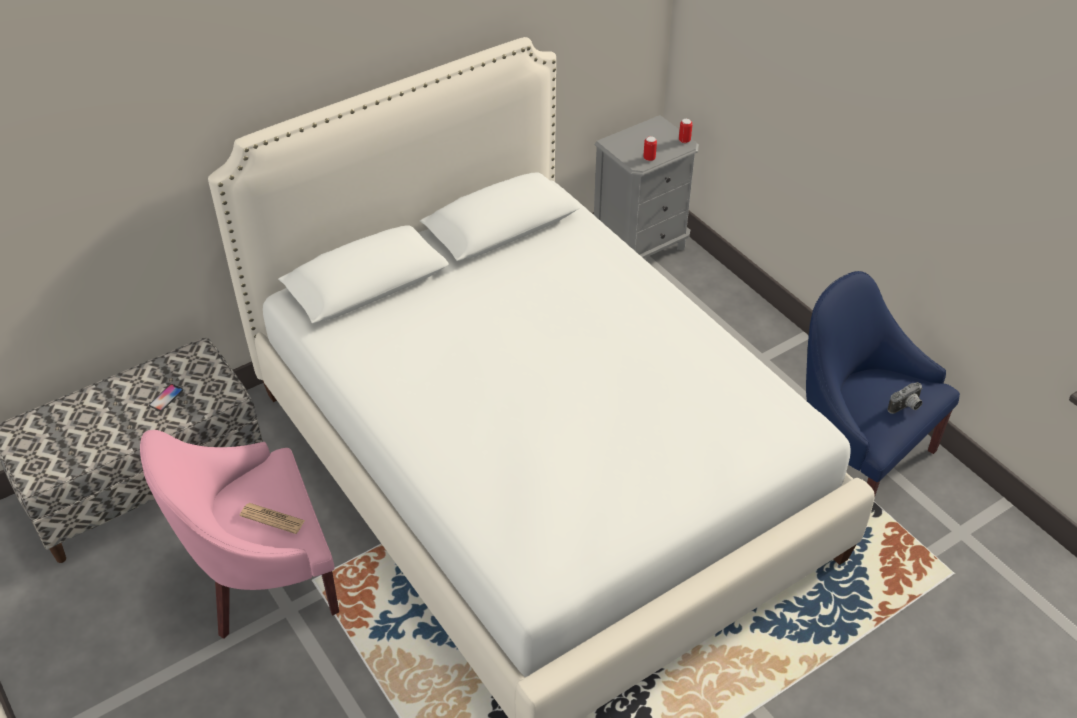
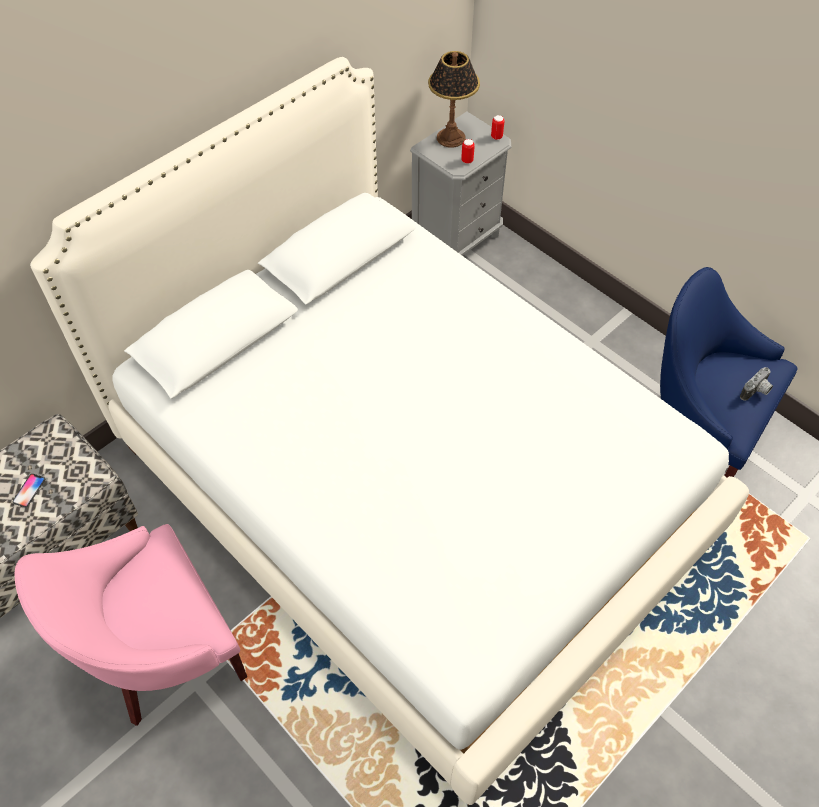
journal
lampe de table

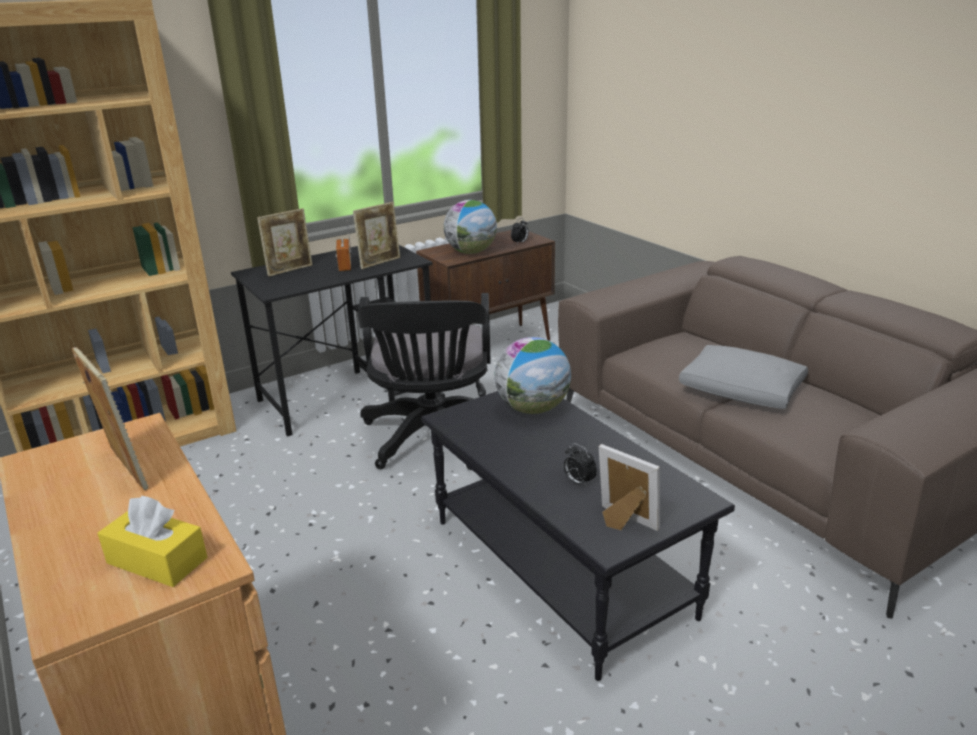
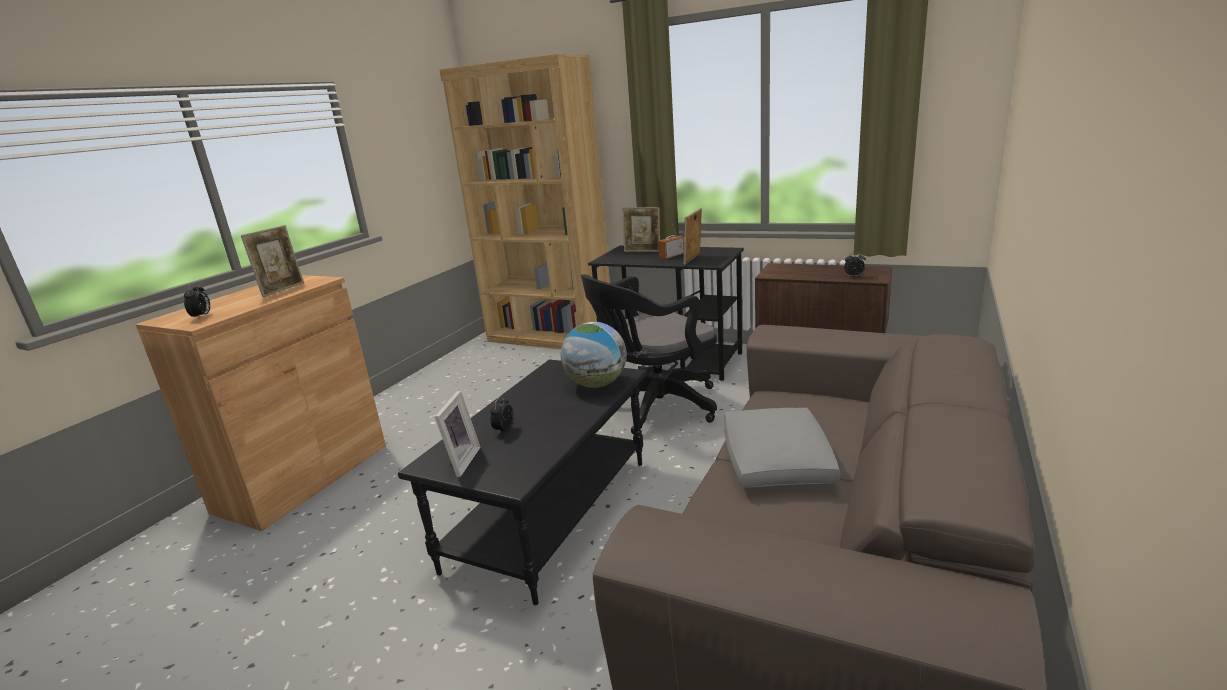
globe (1st from left in the first image)
réveil (1st from left)
cadre photo (4th from left)

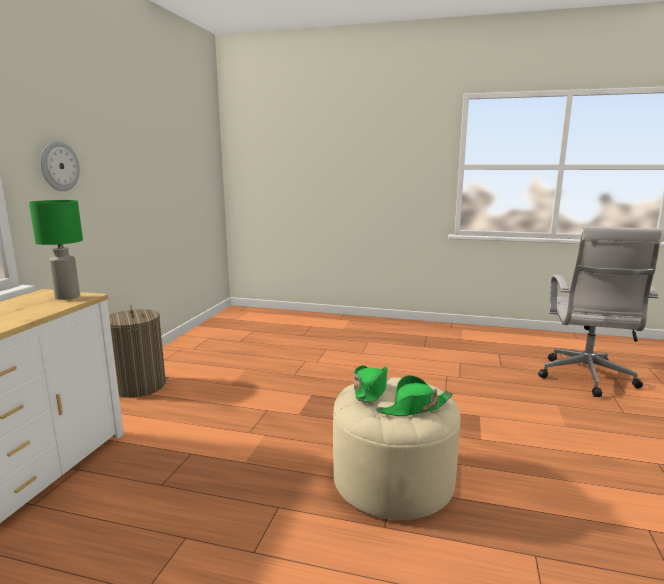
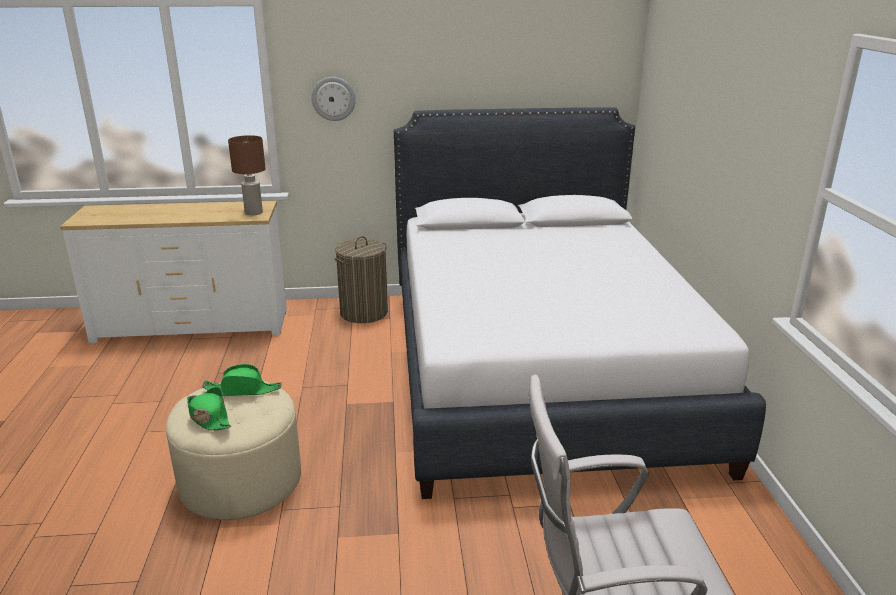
lit (blanc)
lampe de table (marron)

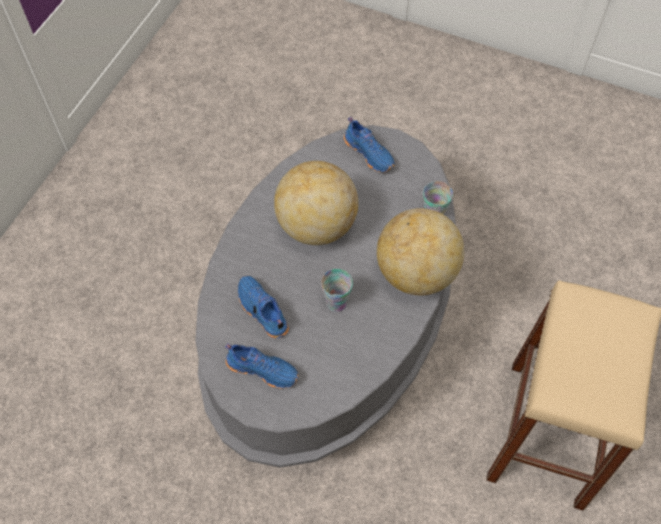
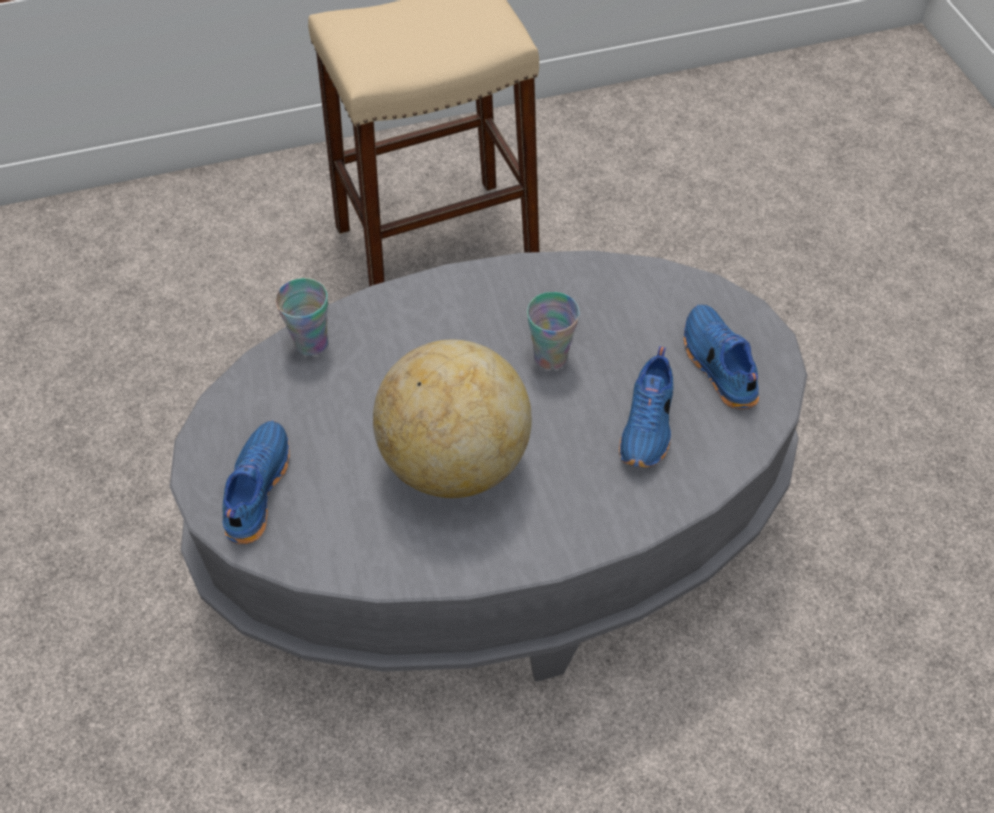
globe (2nd from left in the first image)

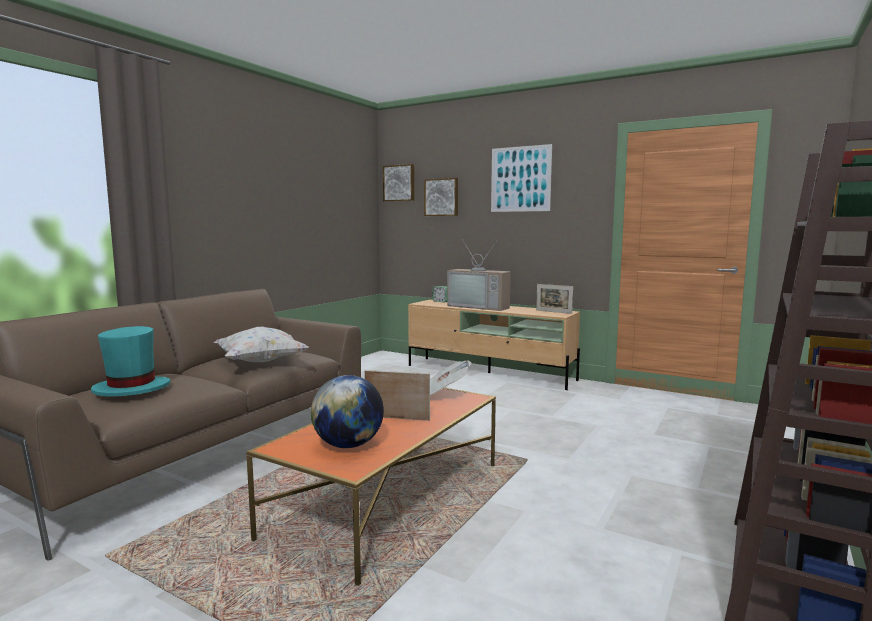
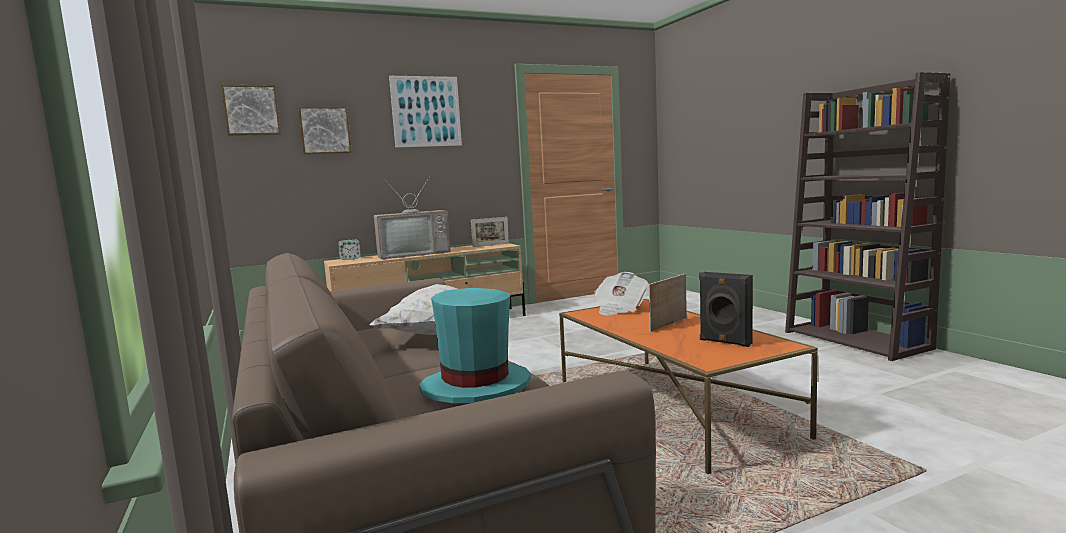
enceinte (noir)

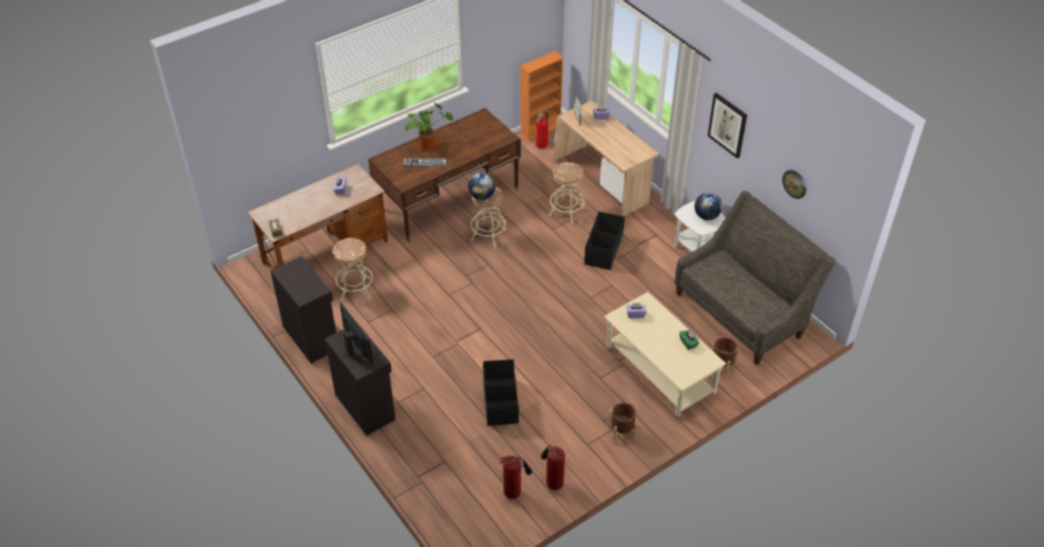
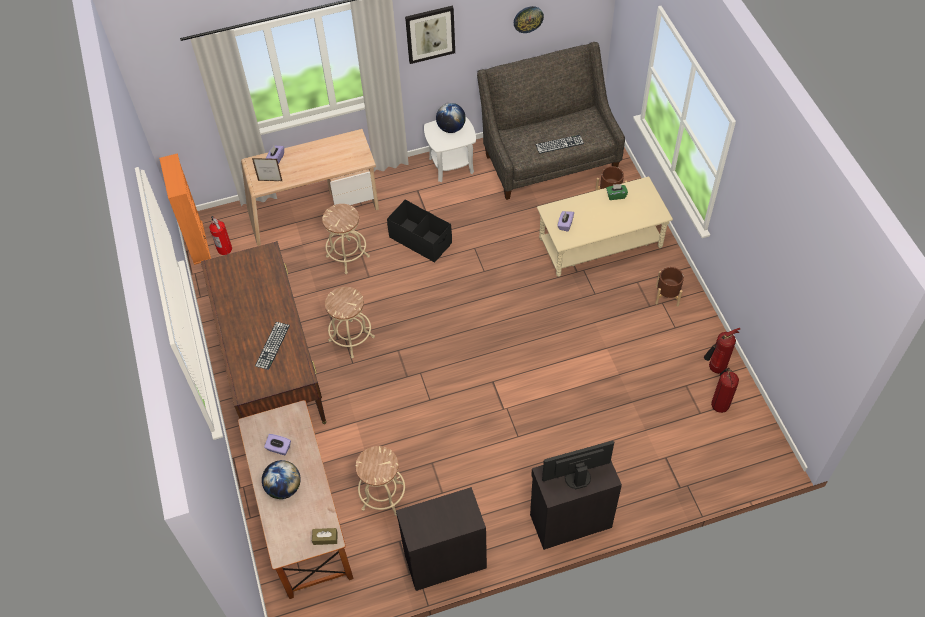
plante en pot
boîte de rangement (noir) (1st from left in the first image)
clavier (2nd from left)
globe (1st from left)

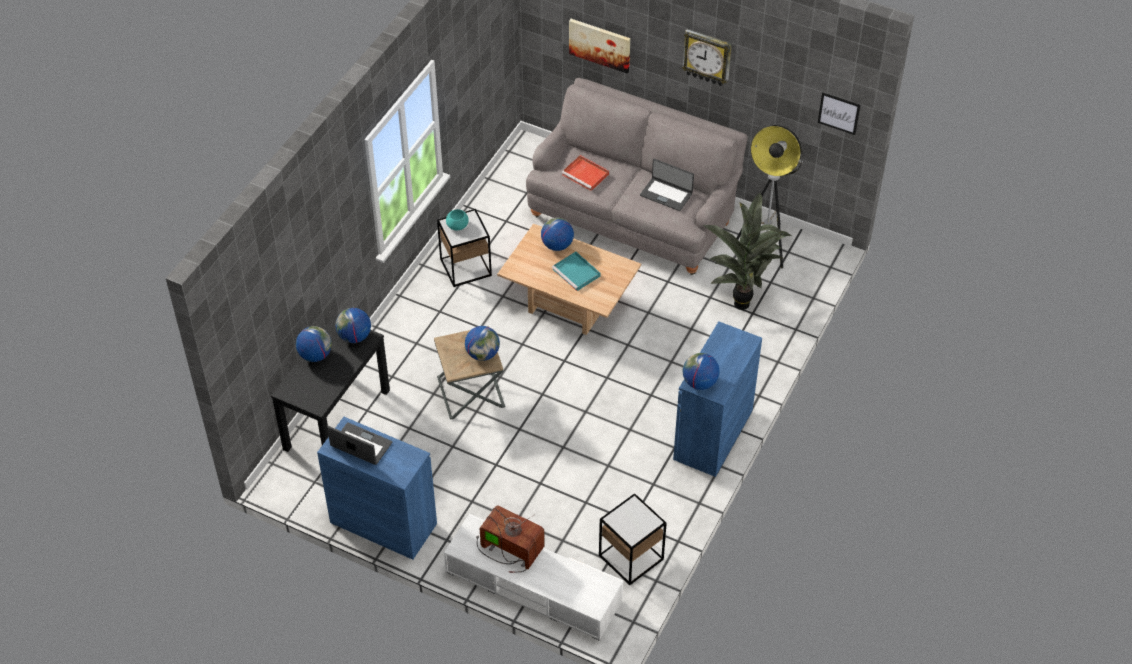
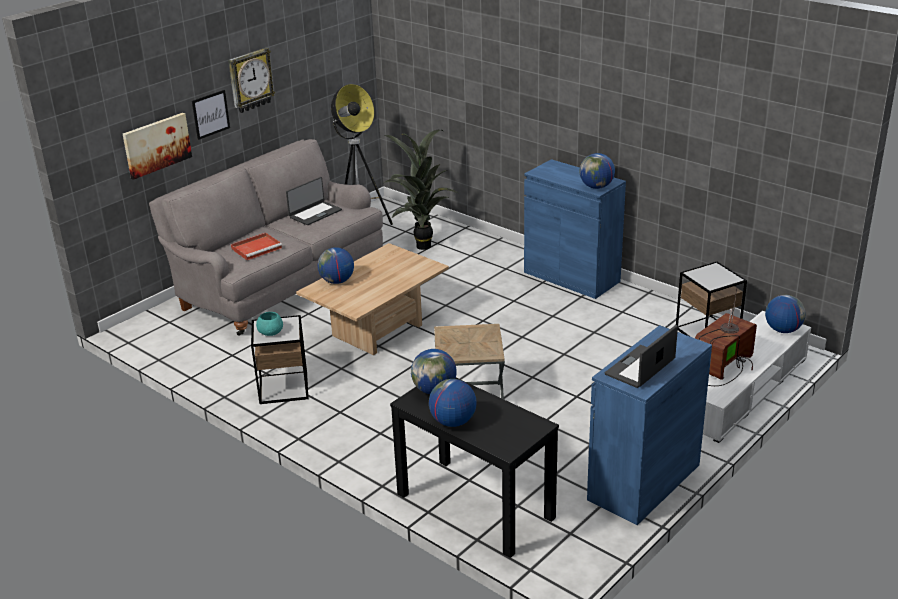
plateau (turquoise)
globe (5th from left)
tableau (2nd from left)

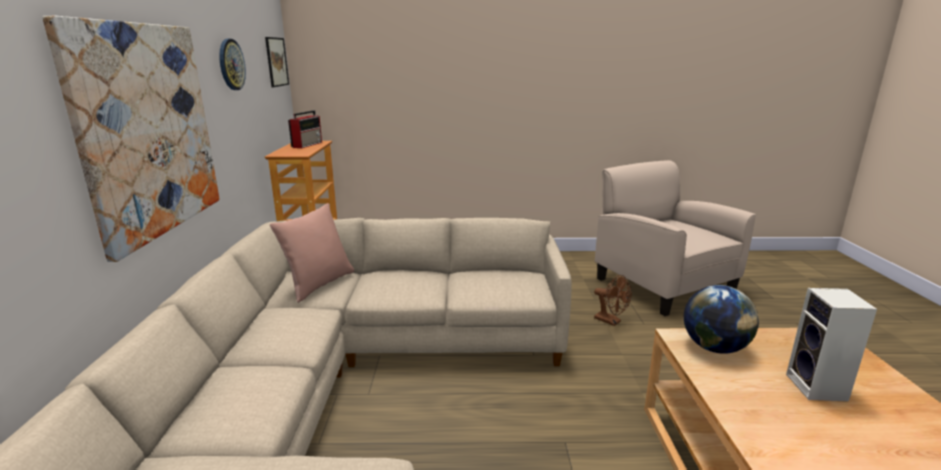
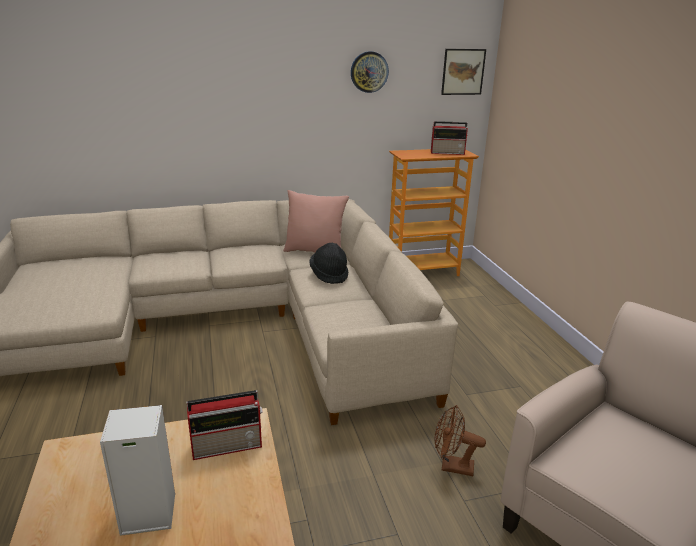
tableau (1st from left in the first image)
chapeau (noir)
radio (1st from left)
ventilateur (marron)

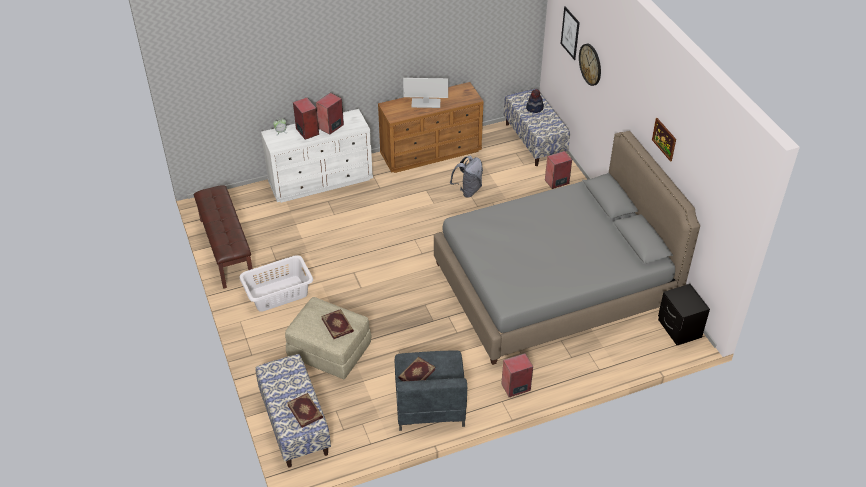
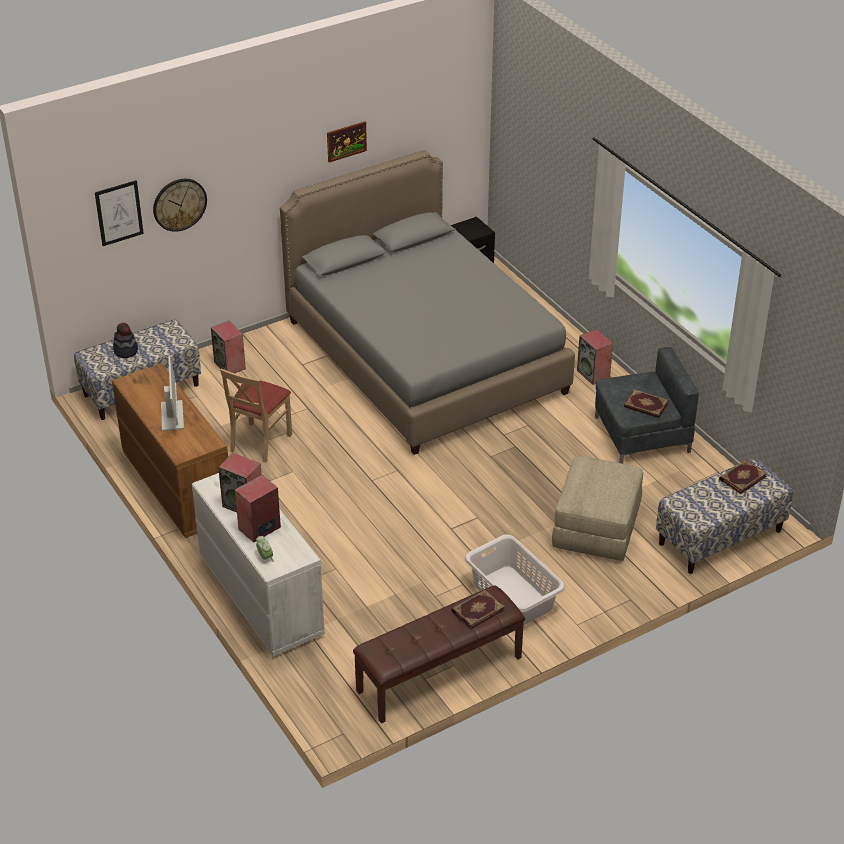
livre (1st from left)
chaise (beige)

